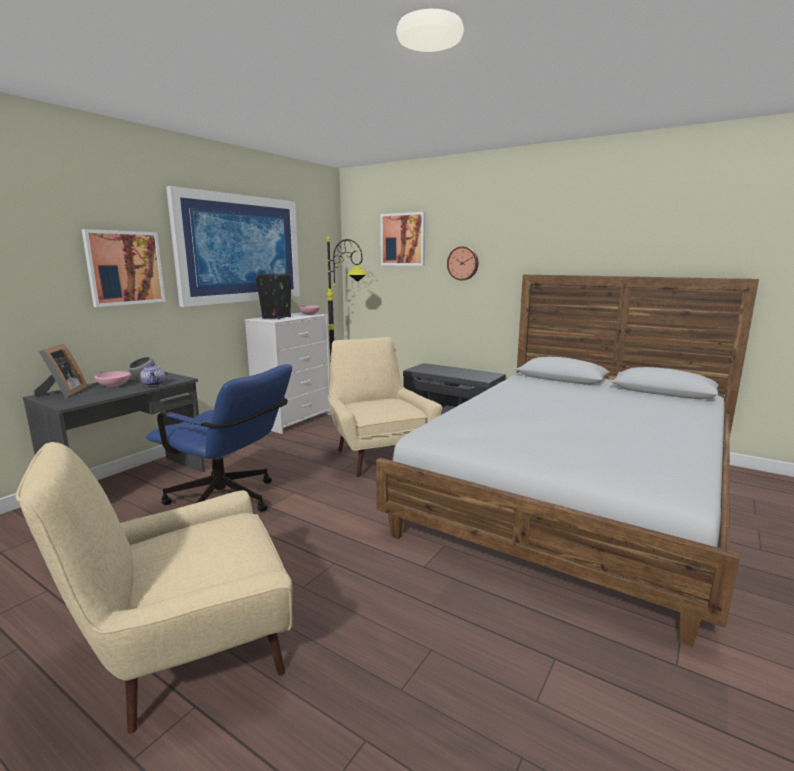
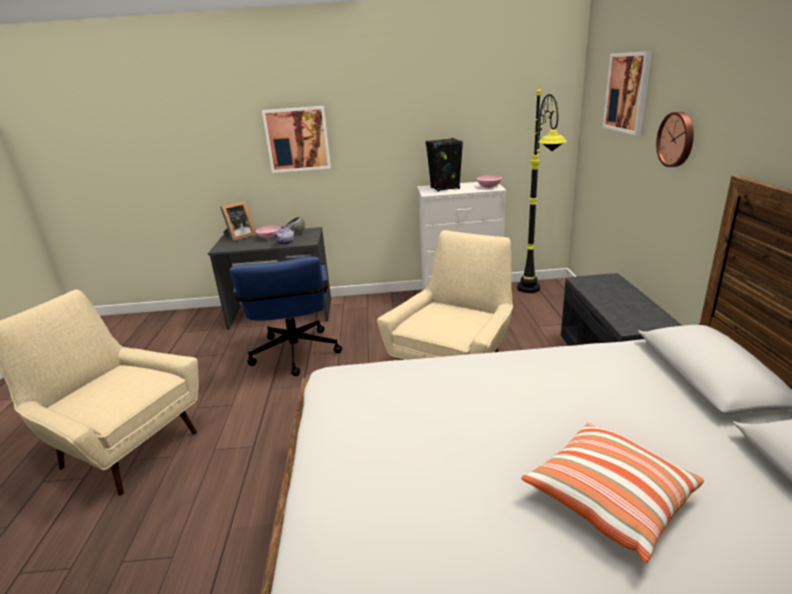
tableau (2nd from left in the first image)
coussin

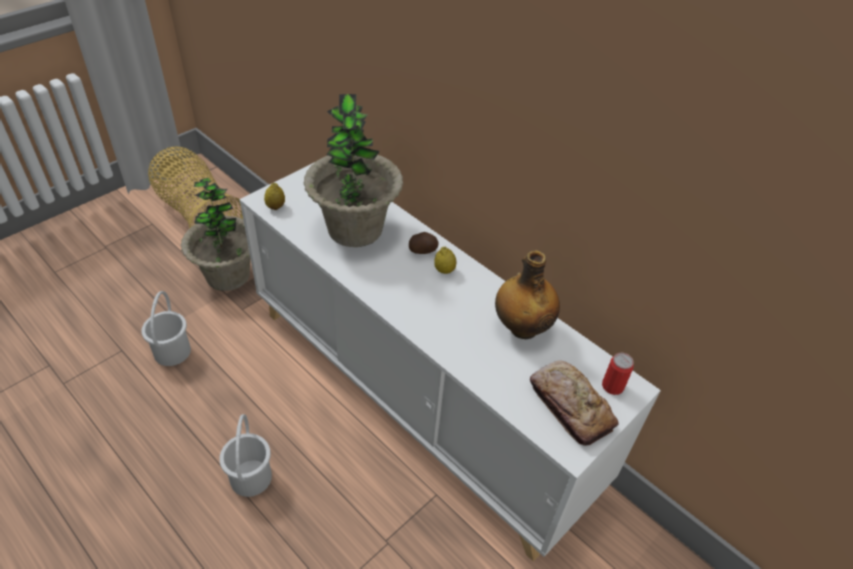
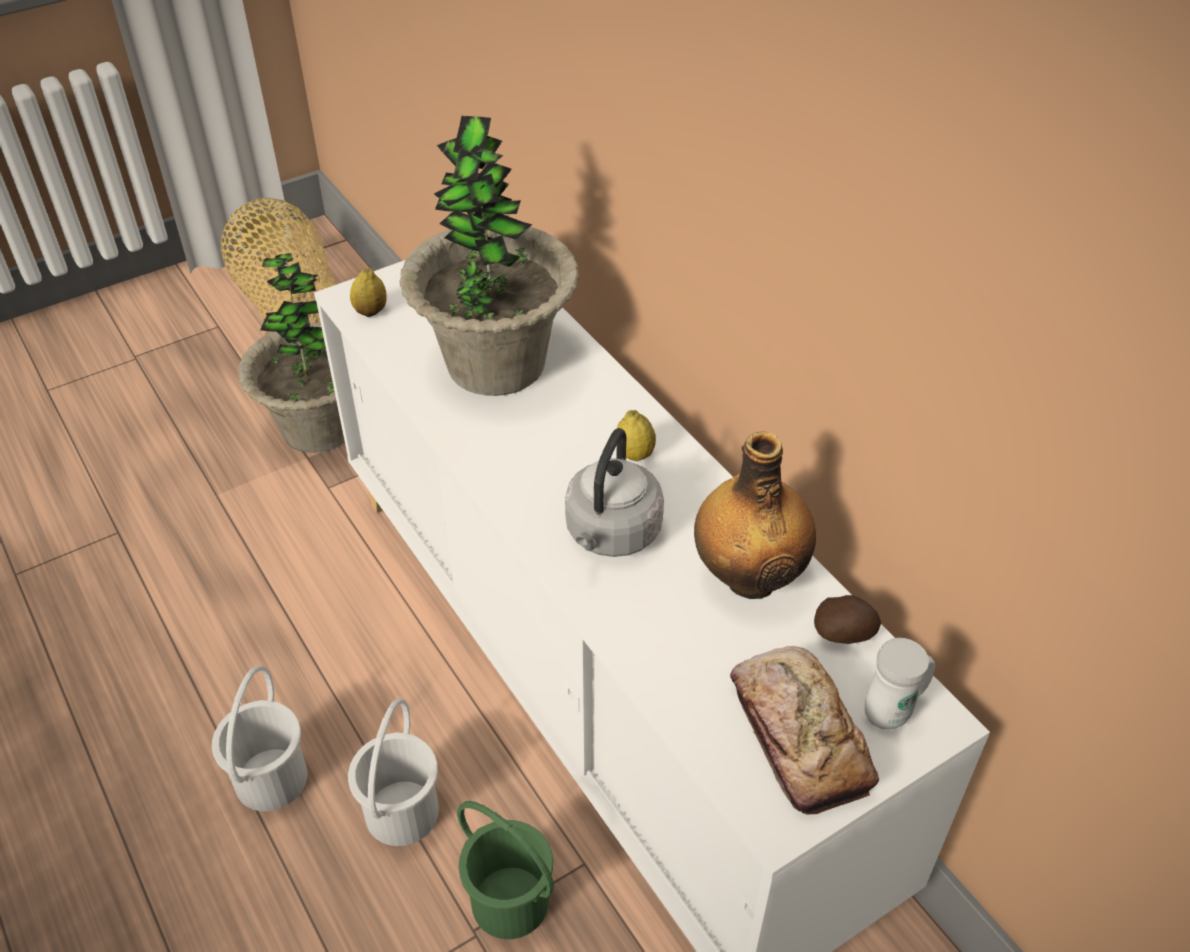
seau (vert)
bouilloire (gris)
seau (blanc) (2nd from left)
pomme de terre
mug (blanc)

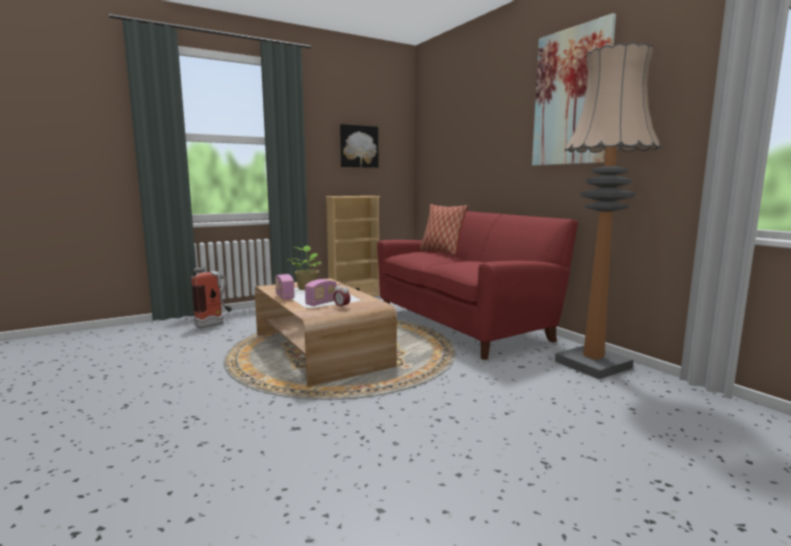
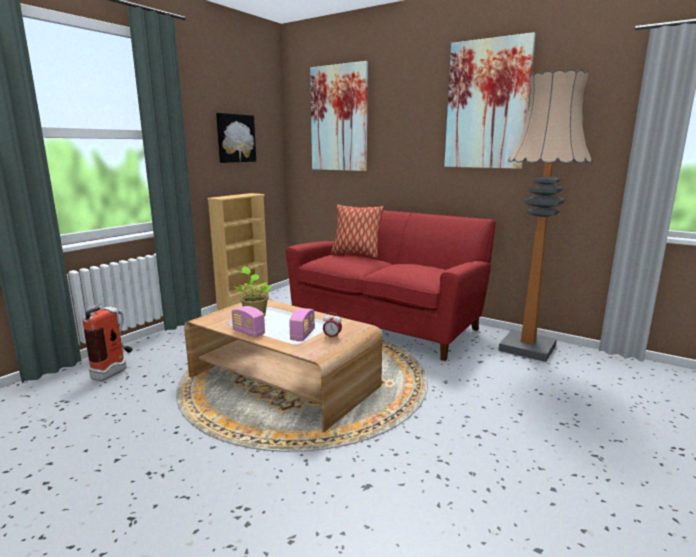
tableau (2nd from left)

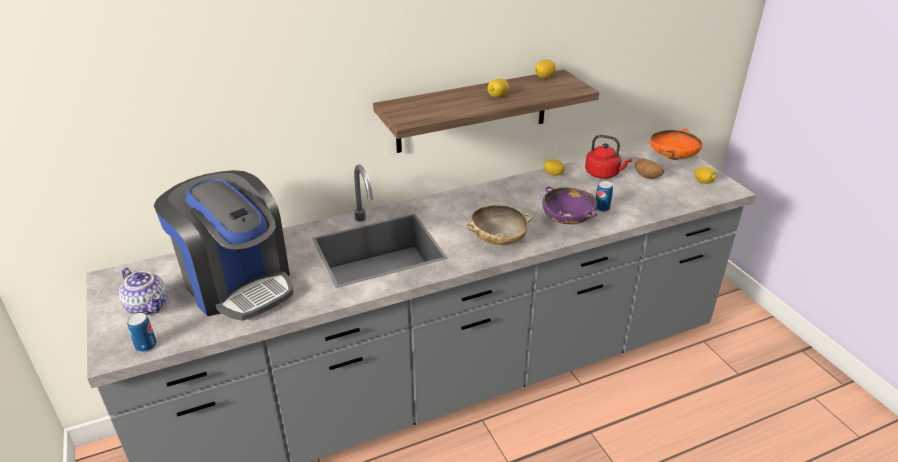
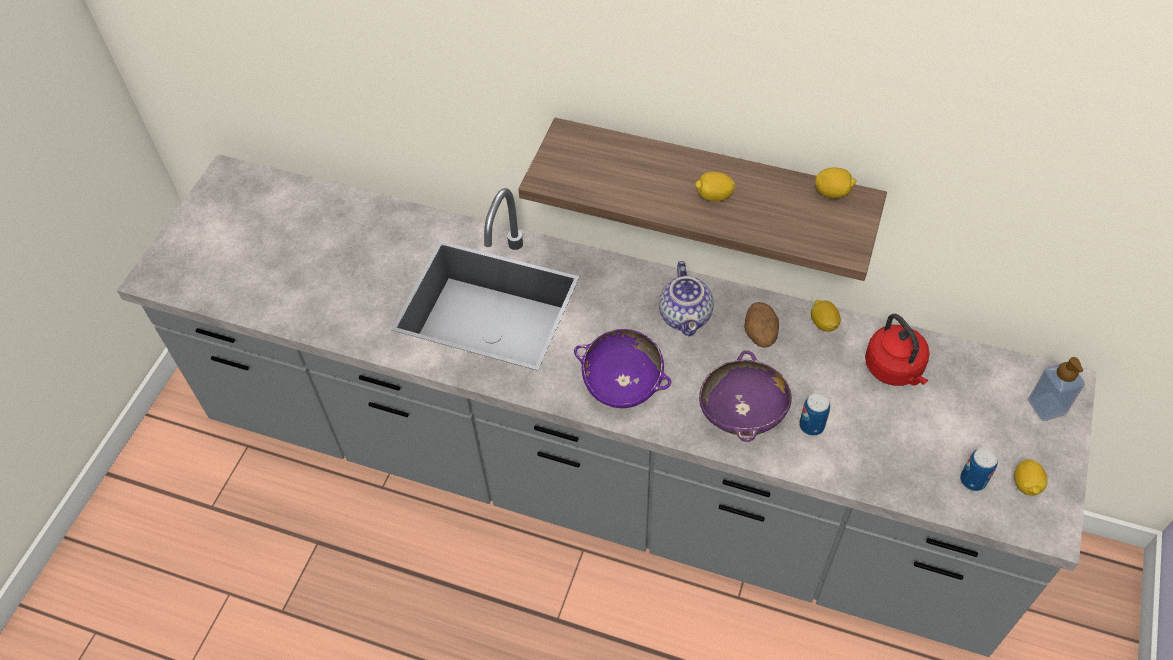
machine à café
théière
boîte métallique (2nd from left)
pomme de terre
distributeur de savon
bol (violet) (1st from left)

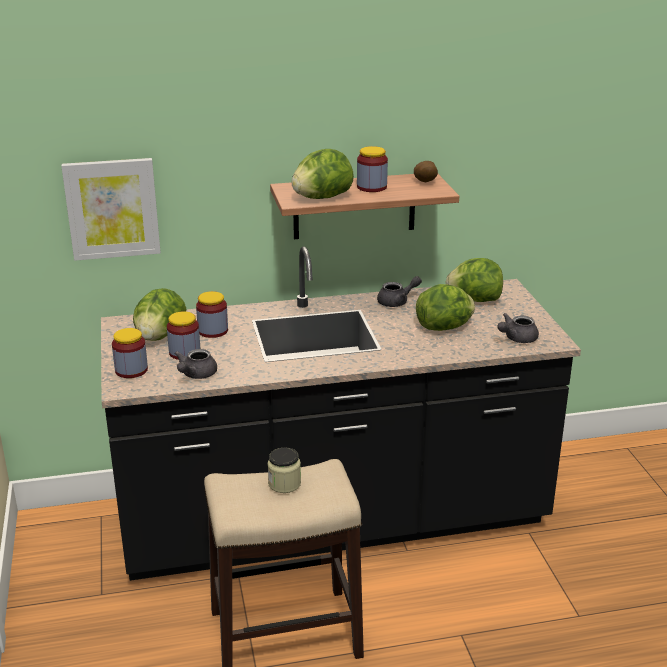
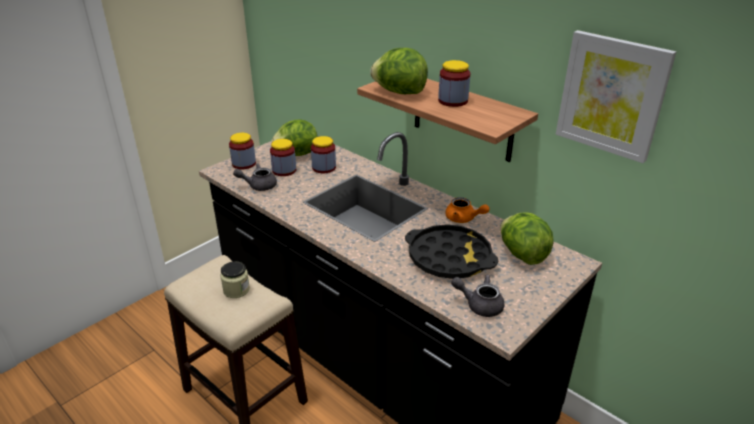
pomme de terre
tableau
plateau (noir)
théière (orange)

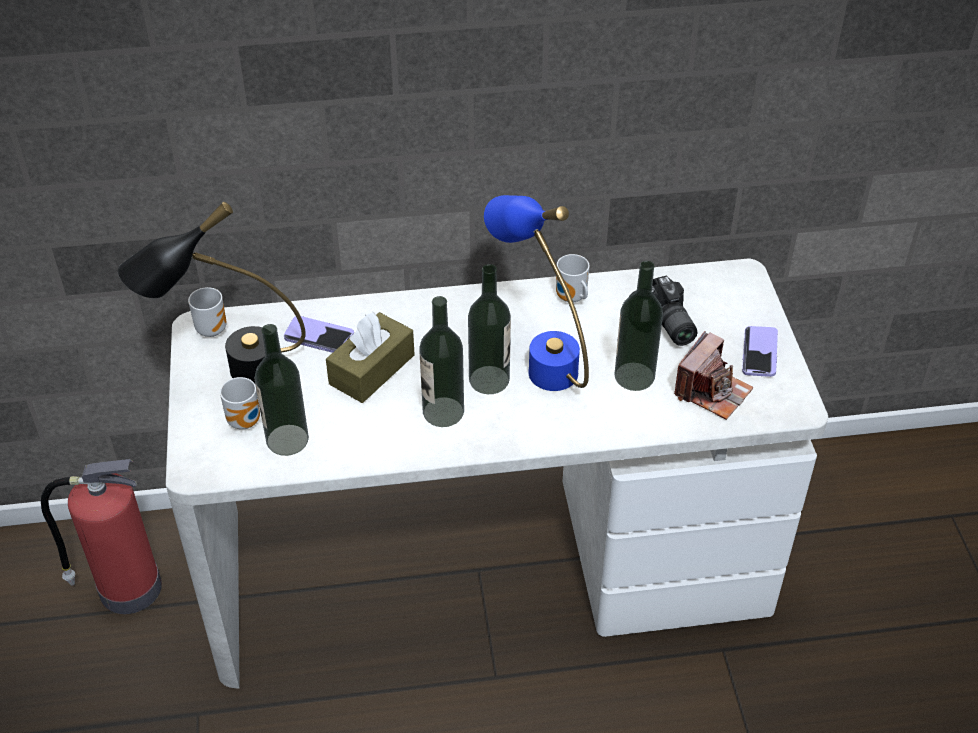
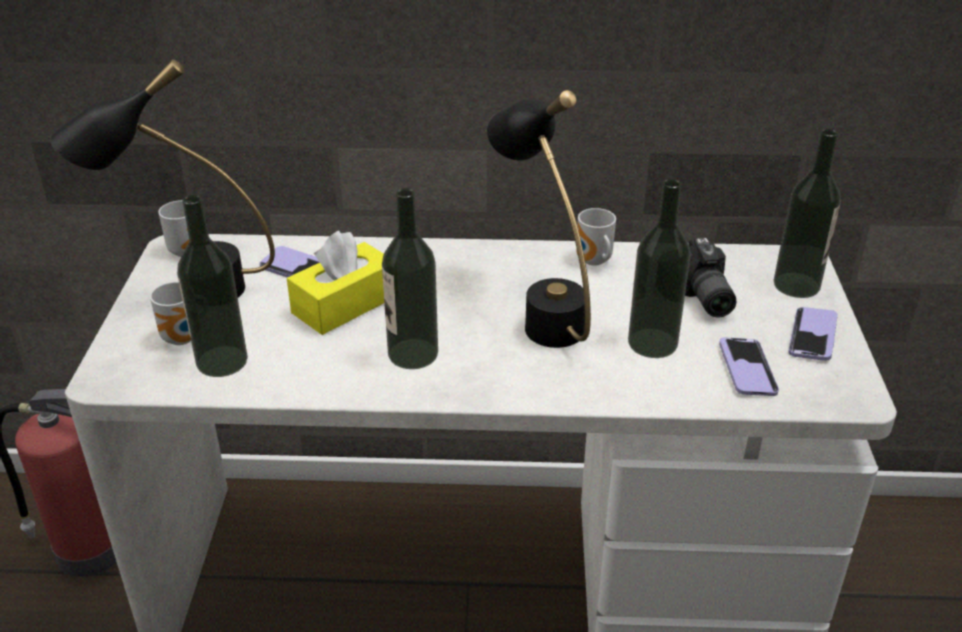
bouteille (4th from left)
téléphone (2nd from left)
boîte à mouchoirs (jaune)
lampe de table (noir) (2nd from left)

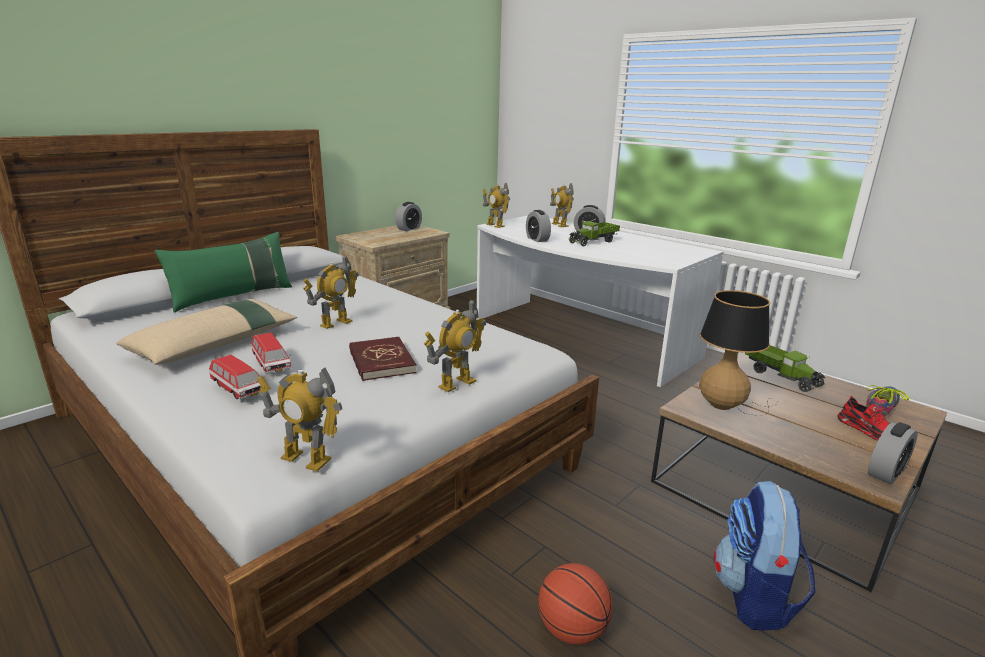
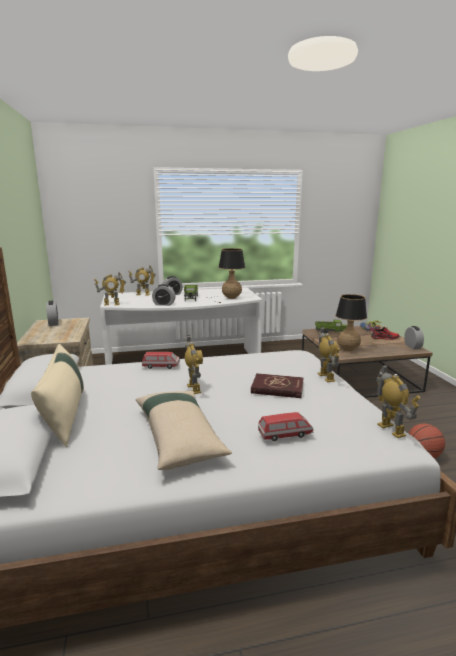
sac à dos
lampe de table (1st from left)
petite voiture (1st from left)
coussin (beige) (1st from left)
robot jouet (5th from left)

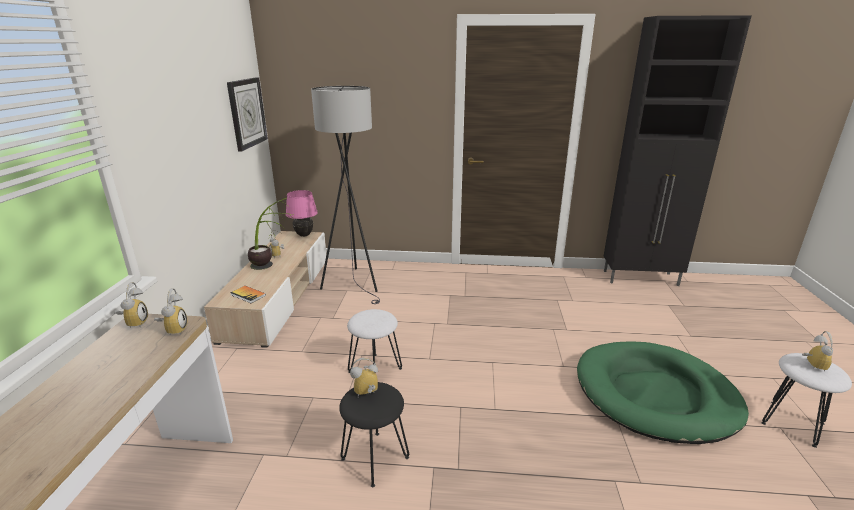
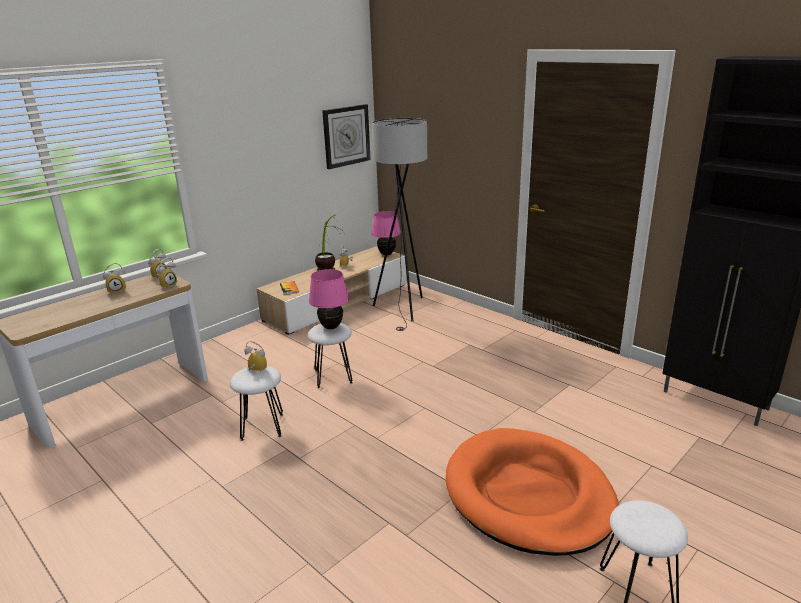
lampe de table (rose) (1st from left)
réveil (1st from left)
tabouret (blanc) (1st from left)
panier pour chien (orange)

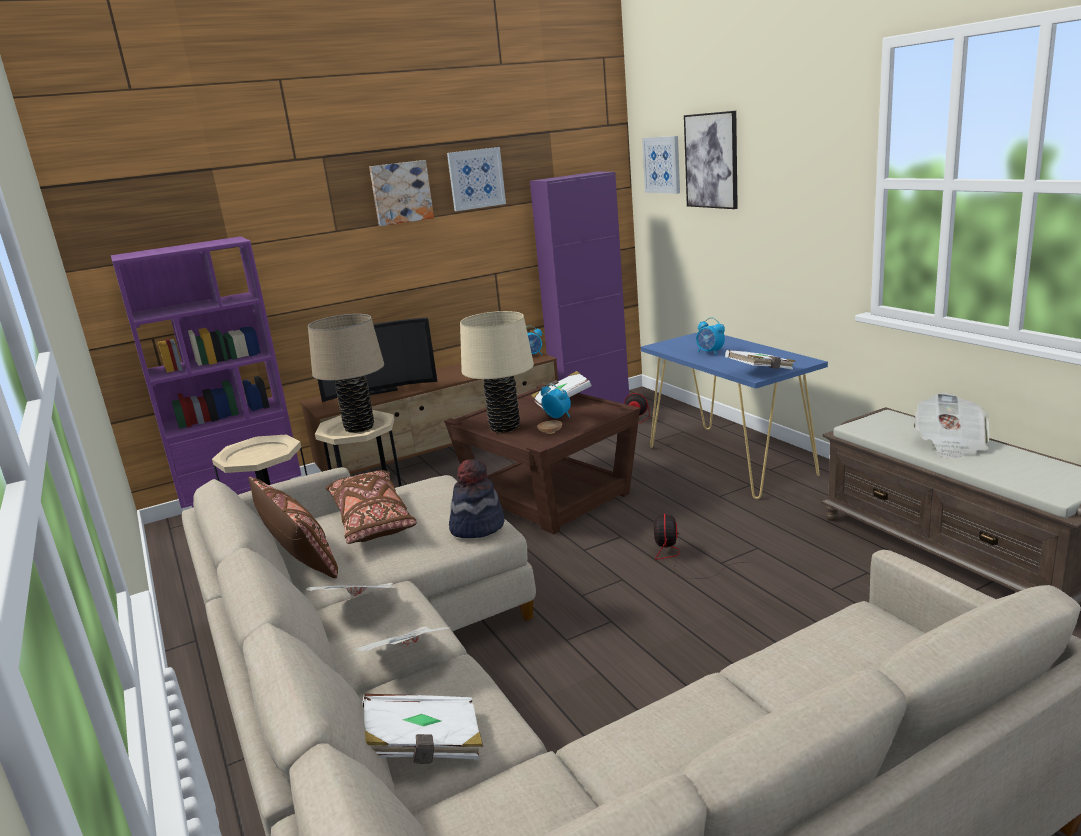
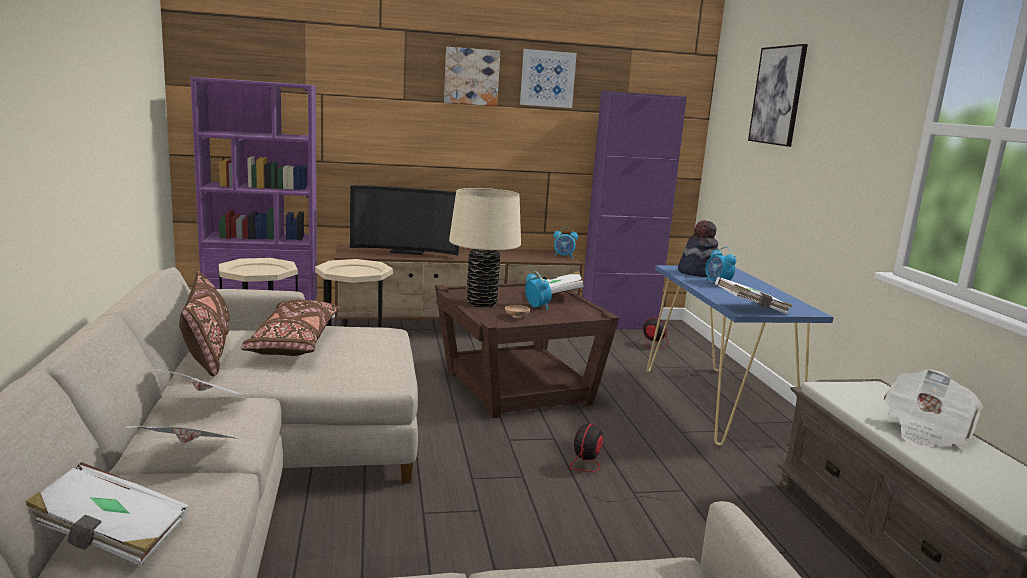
lampe de table (beige) (1st from left in the first image)
tableau (3rd from left in the first image)
chapeau

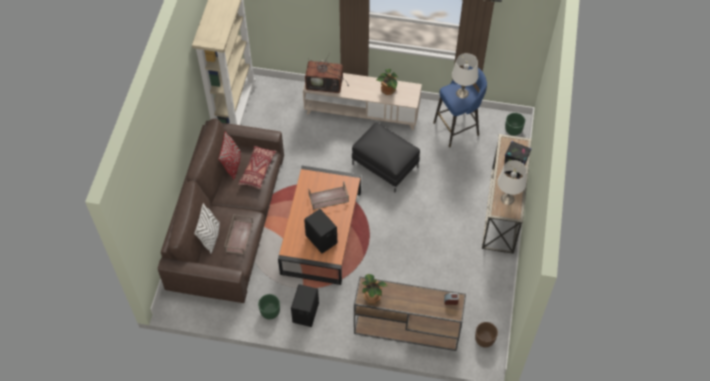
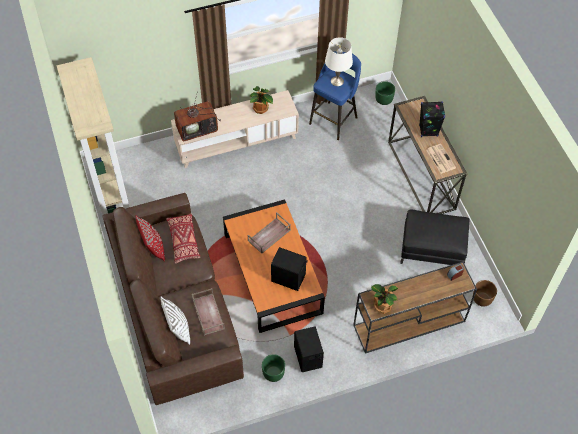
pouf (noir)
journal

